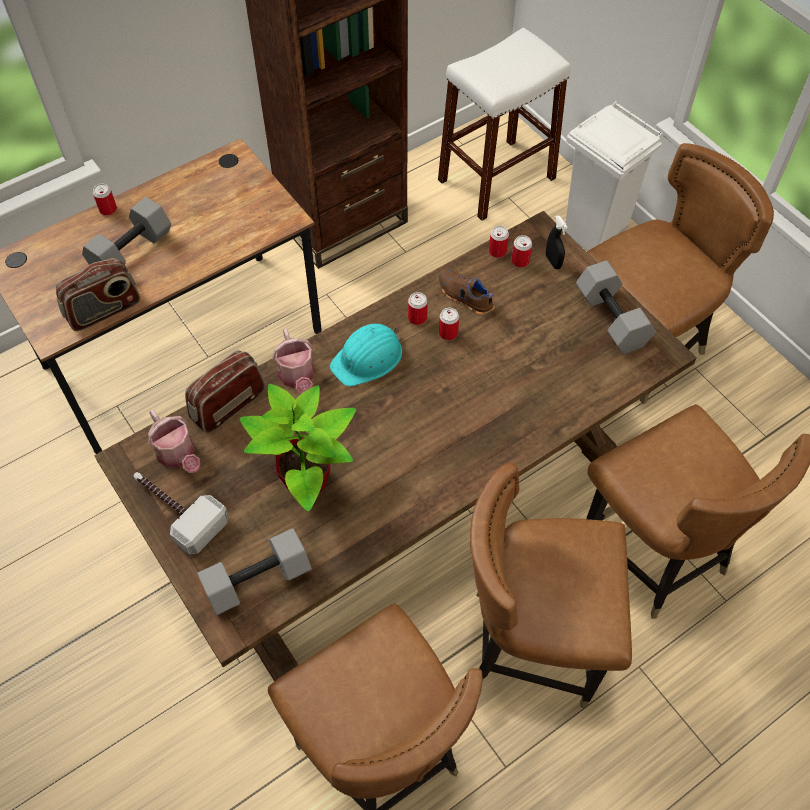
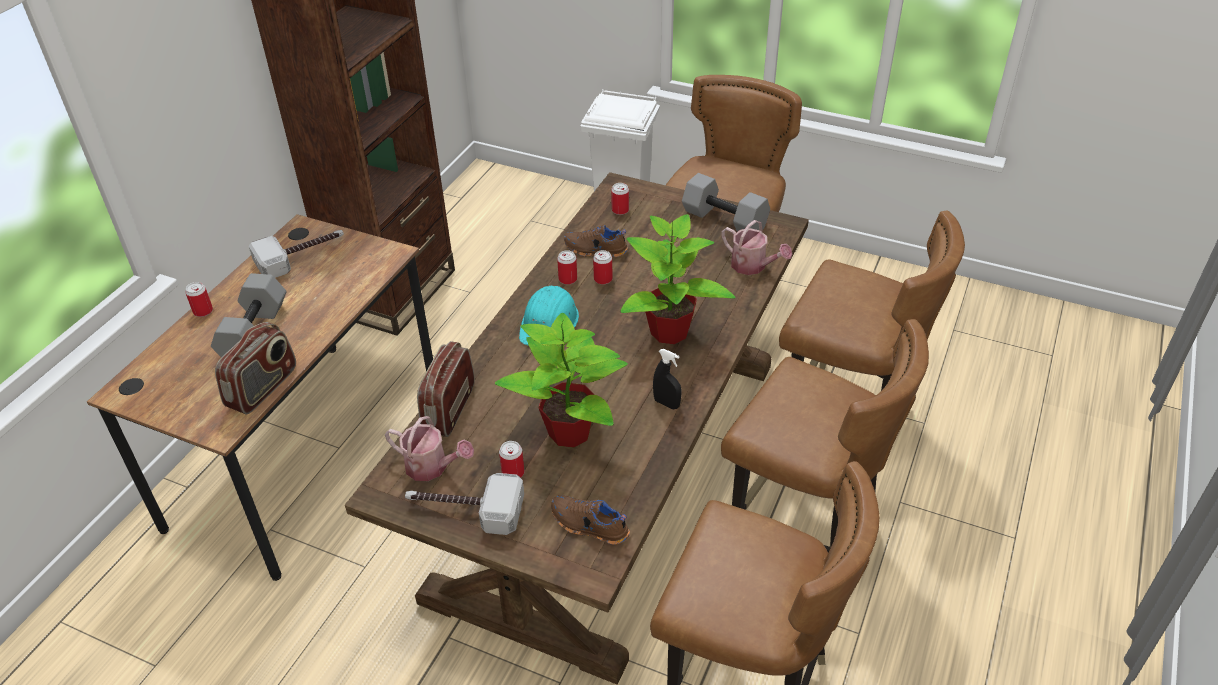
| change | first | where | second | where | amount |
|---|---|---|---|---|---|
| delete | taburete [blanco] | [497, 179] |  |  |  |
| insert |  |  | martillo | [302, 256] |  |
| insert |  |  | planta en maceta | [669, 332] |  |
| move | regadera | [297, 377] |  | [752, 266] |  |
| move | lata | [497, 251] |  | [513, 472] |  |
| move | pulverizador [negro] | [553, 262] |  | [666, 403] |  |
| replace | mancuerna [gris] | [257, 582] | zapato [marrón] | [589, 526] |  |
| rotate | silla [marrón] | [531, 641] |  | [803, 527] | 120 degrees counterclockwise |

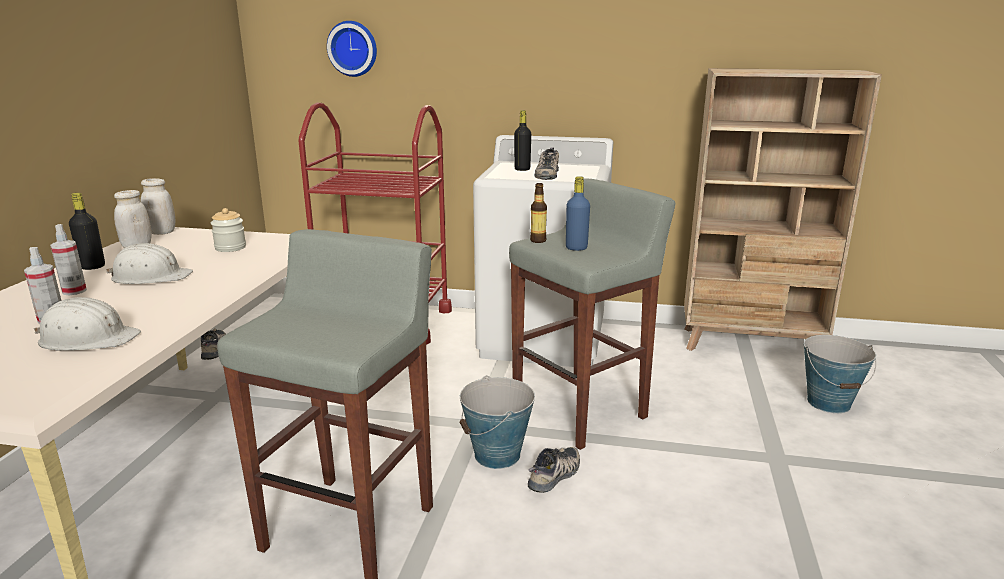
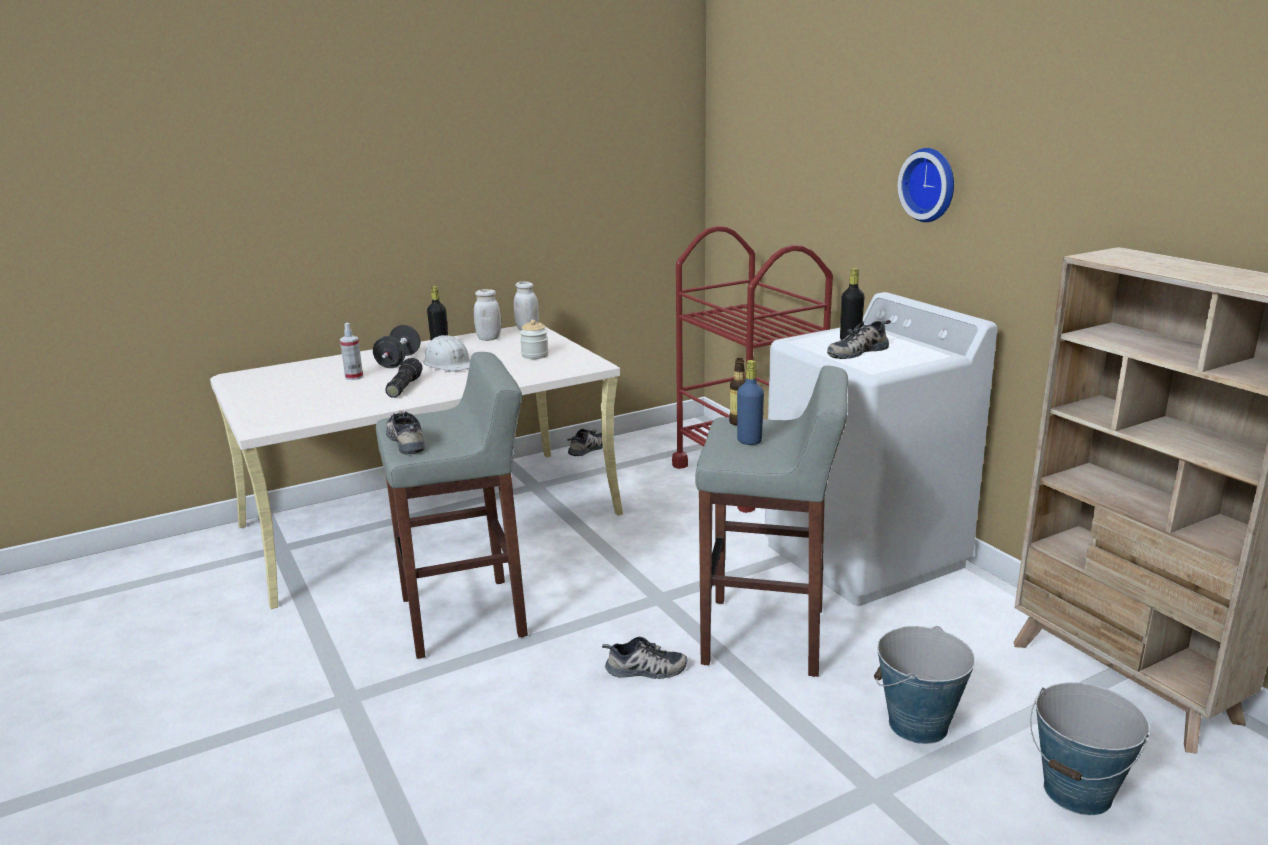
| change | first | where | second | where | amount |
|---|---|---|---|---|---|
| delete | casco [blanco] | [88, 339] |  |  |  |
| insert |  |  | linterna | [403, 387] |  |
| insert |  |  | zapato | [407, 440] |  |
| move | reloj de pared | [353, 48] |  | [931, 184] |  |
| move | cubo | [497, 455] |  | [917, 725] |  |
| replace | pulverizador | [74, 291] | mancuerna [negro] | [398, 361] |  |

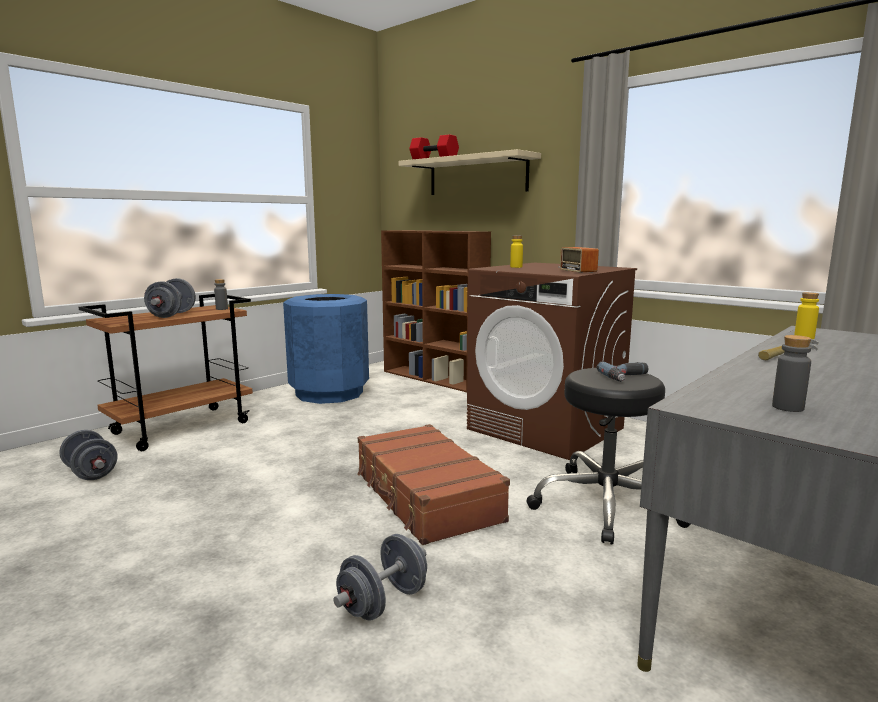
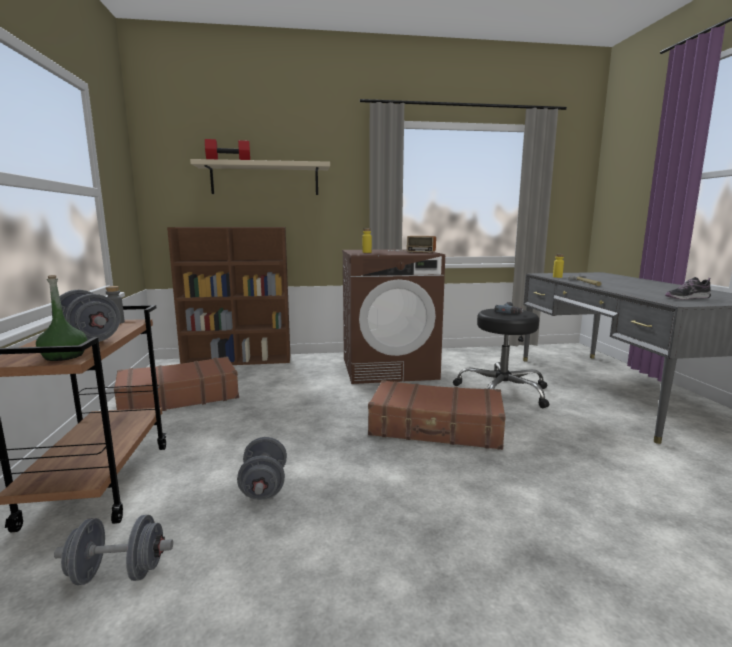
| change | first | where | second | where | amount |
|---|---|---|---|---|---|
| insert |  |  | botella [verde] | [64, 356] |  |
| move | mancuerna [gris] | [383, 602] |  | [264, 487] |  |
| replace | papelera [azul] | [329, 393] | maleta [marrón] | [179, 397] |  |
| replace | botella [gris] | [787, 407] | zapato | [686, 298] |  |

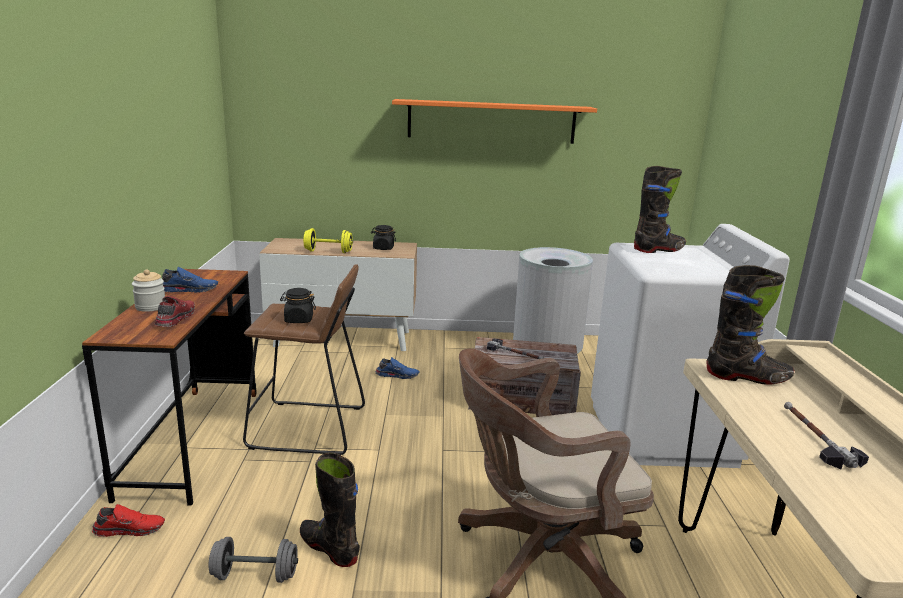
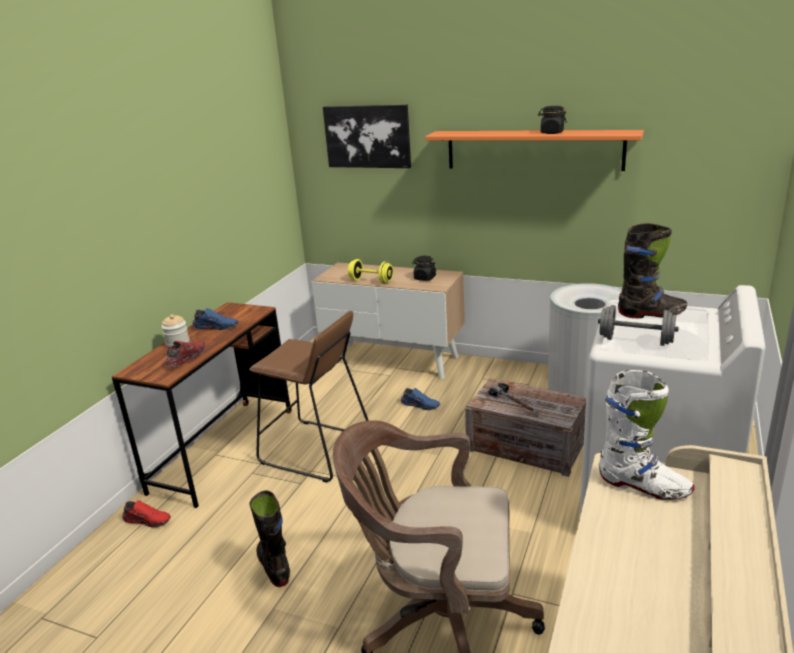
| change | first | where | second | where | amount |
|---|---|---|---|---|---|
| delete | martillo | [815, 438] |  |  |  |
| insert |  |  | cuadro | [367, 136] |  |
| move | mancuerna [gris] | [255, 575] |  | [636, 341] |  |
| move | tarro [negro] | [298, 320] |  | [551, 133] |  |
| recolor | bota [negro] | [747, 377] | bota [blanco] | [643, 487] |  |

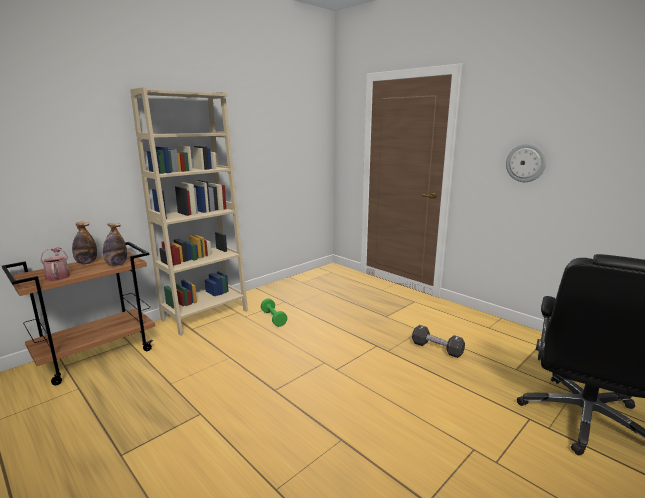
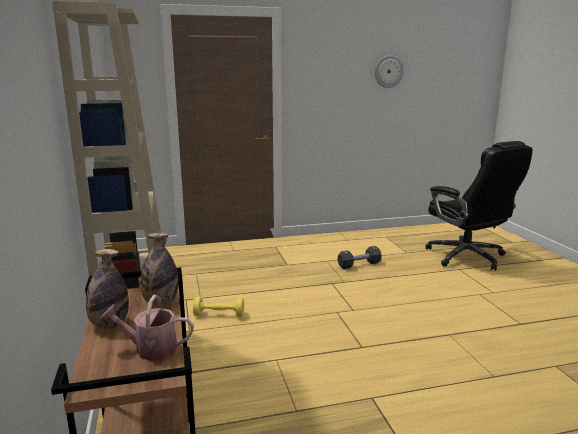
| change | first | where | second | where | amount |
|---|---|---|---|---|---|
| move | reloj de pared | [526, 163] |  | [388, 71] |  |
| recolor | mancuerna [verde] | [273, 318] | mancuerna [amarillo] | [219, 315] |  |

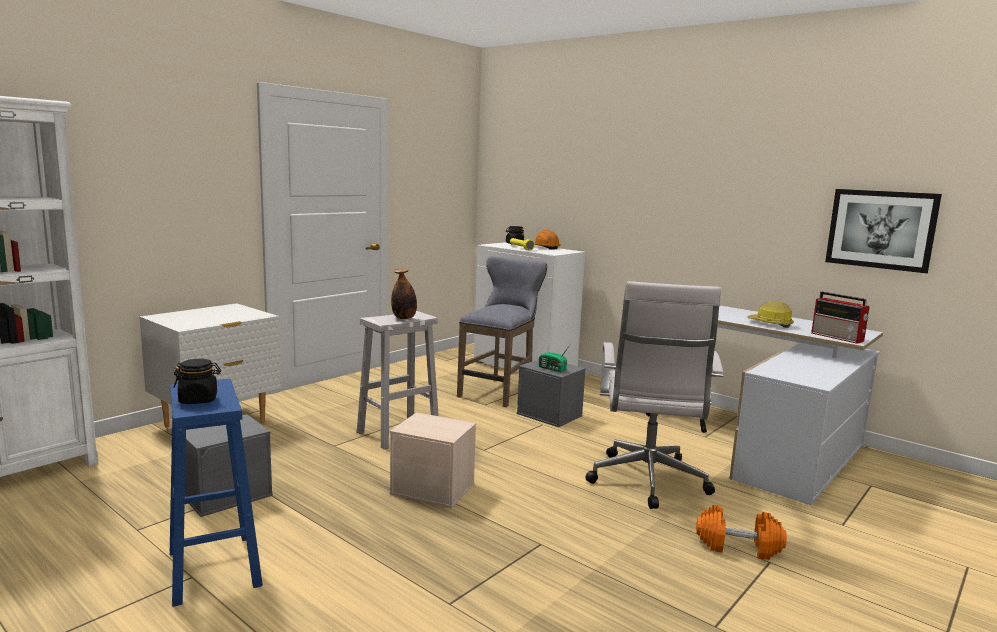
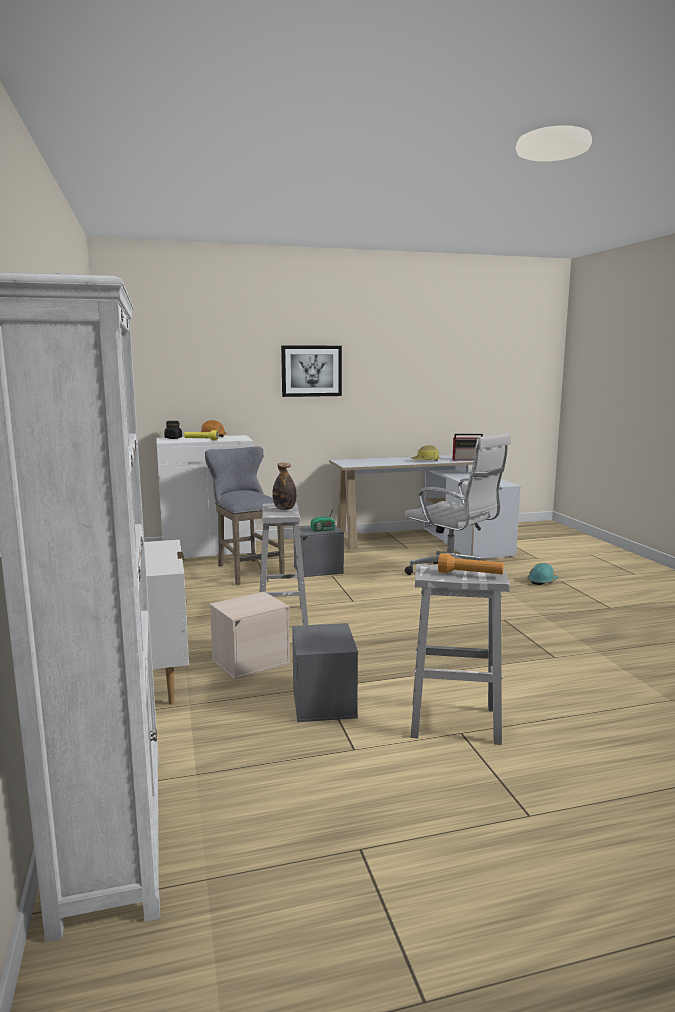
| change | first | where | second | where | amount |
|---|---|---|---|---|---|
| move | caja de almacenaje [beis] | [434, 488] |  | [251, 661] |  |
| move | cuadro | [881, 229] |  | [311, 371] |  |
| replace | tarro [negro] | [198, 400] | linterna [naranja] | [470, 574] |  |
| replace | mancuerna [naranja] | [738, 546] | casco [turquesa] | [542, 581] |  |
| recolor | taburete [azul] | [213, 567] | taburete [blanco] | [452, 722] |  |

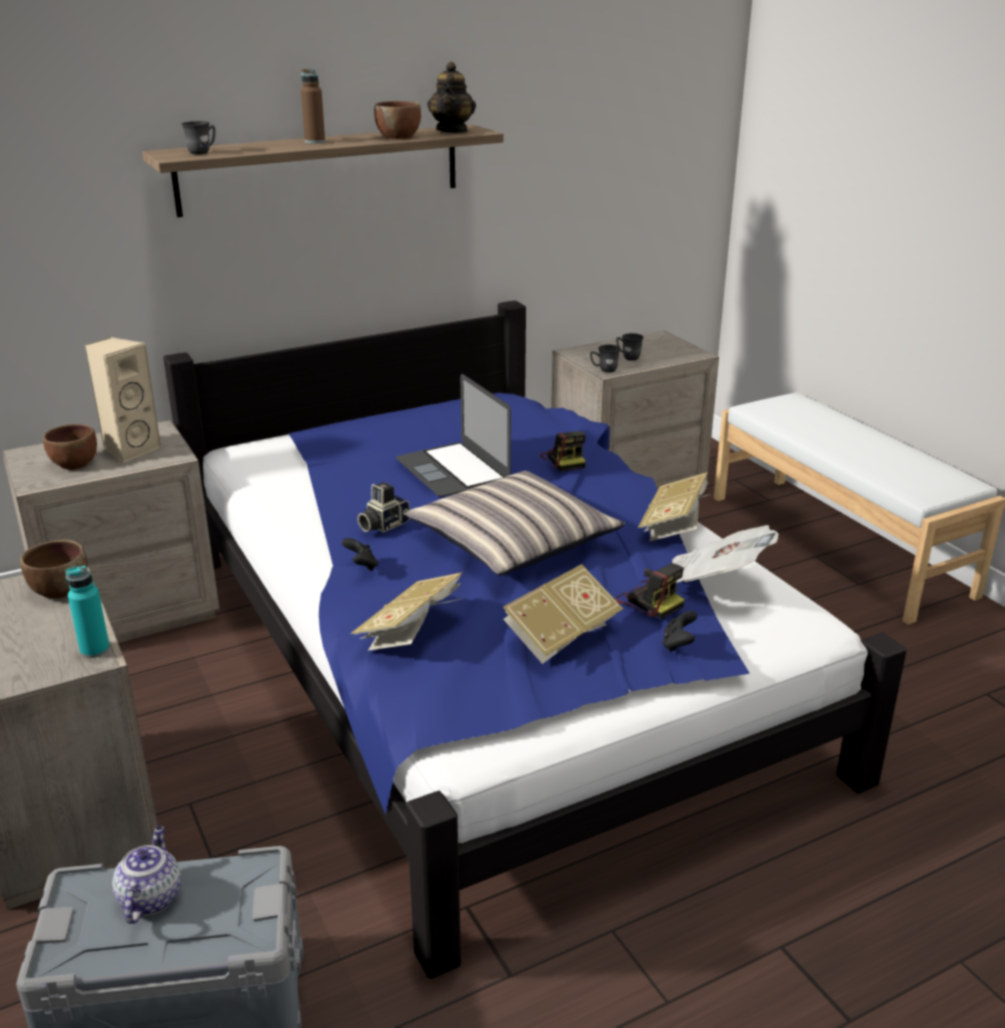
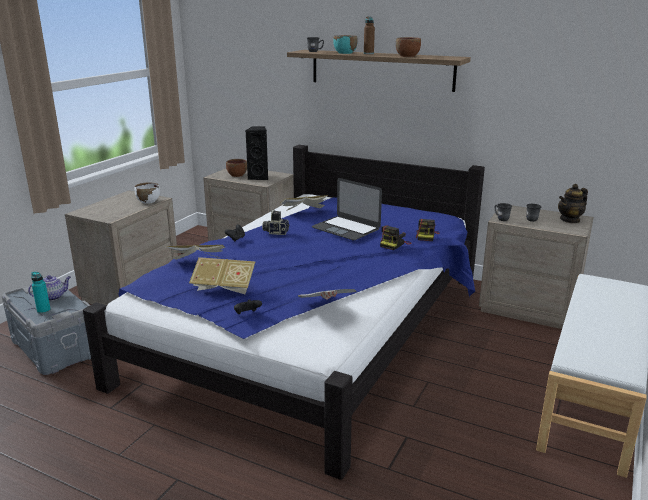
| change | first | where | second | where | amount |
|---|---|---|---|---|---|
| delete | cojín | [514, 541] |  |  |  |
| insert |  |  | cuenco [turquesa] | [345, 53] |  |
| move | botella [turquesa] | [95, 650] |  | [44, 311] |  |
| move | tetera | [452, 130] |  | [570, 220] |  |
| move | cámara | [649, 601] |  | [426, 236] |  |
| move | libro | [675, 526] |  | [304, 212] |  |
| recolor | cuenco [marrón] | [59, 590] | cuenco [blanco] | [148, 201] |  |
| recolor | altavoz [beis] | [130, 450] | altavoz [negro] | [259, 177] |  |
| rotate | portátil | [453, 469] |  | [346, 228] | 75 degrees counterclockwise |

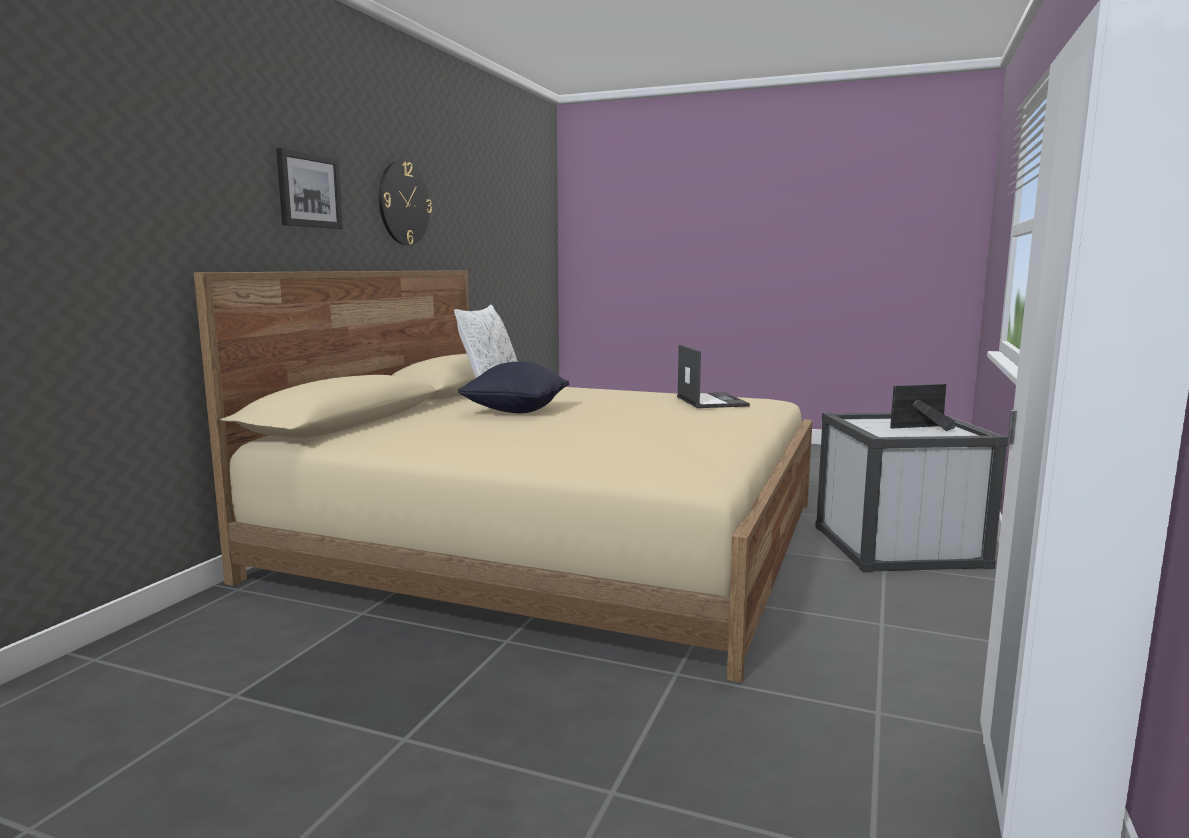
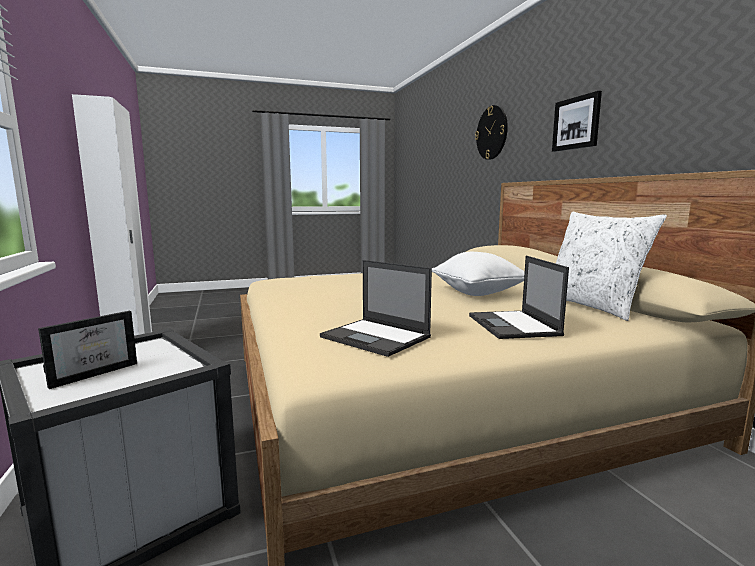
| change | first | where | second | where | amount |
|---|---|---|---|---|---|
| insert |  |  | portátil | [513, 325] |  |
| move | reloj de pared | [403, 203] |  | [492, 133] |  |
| recolor | cojín [negro] | [515, 411] | cojín [blanco] | [478, 293] |  |

